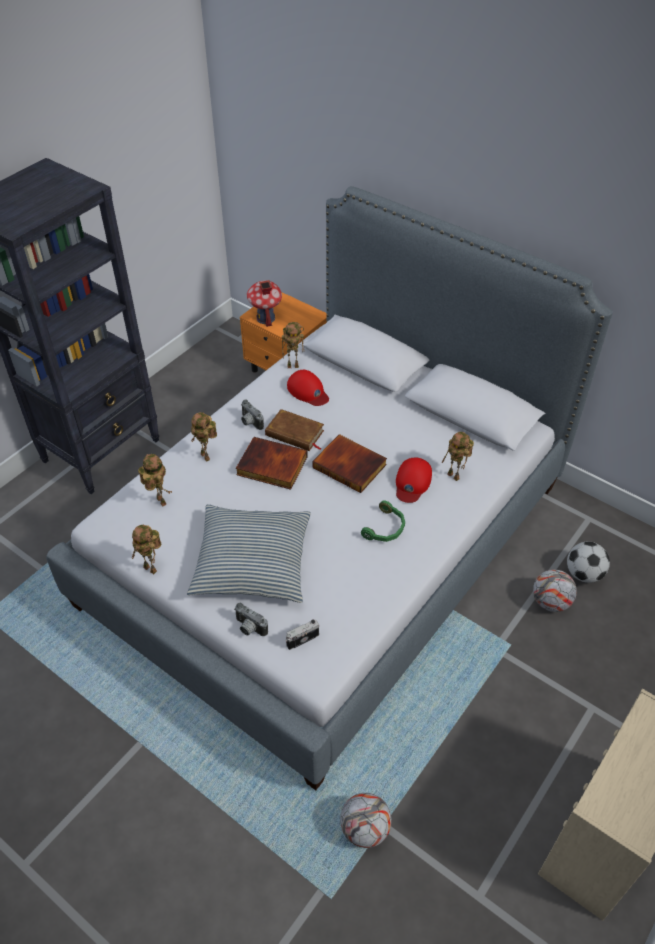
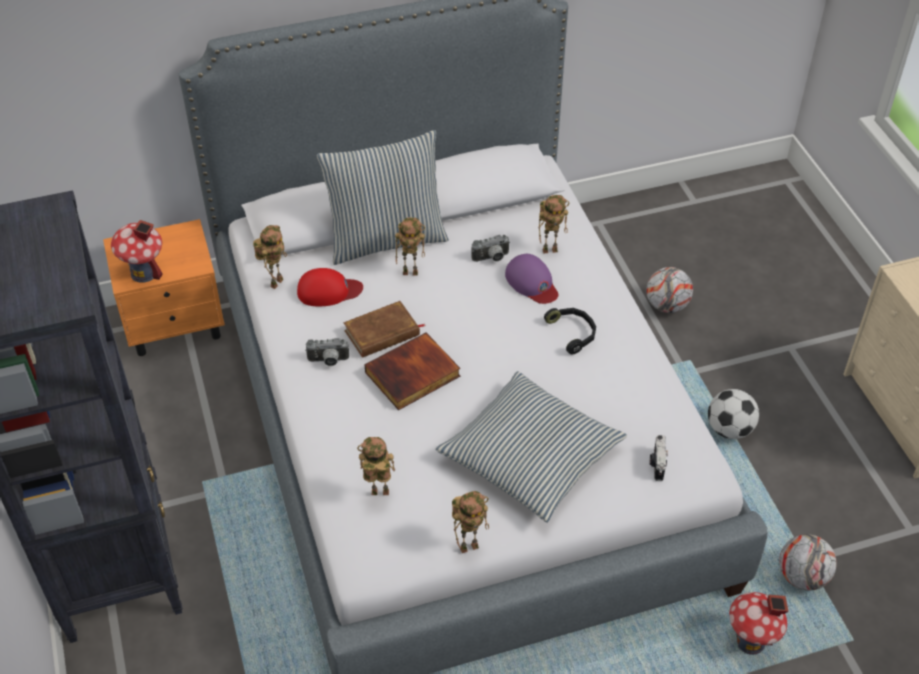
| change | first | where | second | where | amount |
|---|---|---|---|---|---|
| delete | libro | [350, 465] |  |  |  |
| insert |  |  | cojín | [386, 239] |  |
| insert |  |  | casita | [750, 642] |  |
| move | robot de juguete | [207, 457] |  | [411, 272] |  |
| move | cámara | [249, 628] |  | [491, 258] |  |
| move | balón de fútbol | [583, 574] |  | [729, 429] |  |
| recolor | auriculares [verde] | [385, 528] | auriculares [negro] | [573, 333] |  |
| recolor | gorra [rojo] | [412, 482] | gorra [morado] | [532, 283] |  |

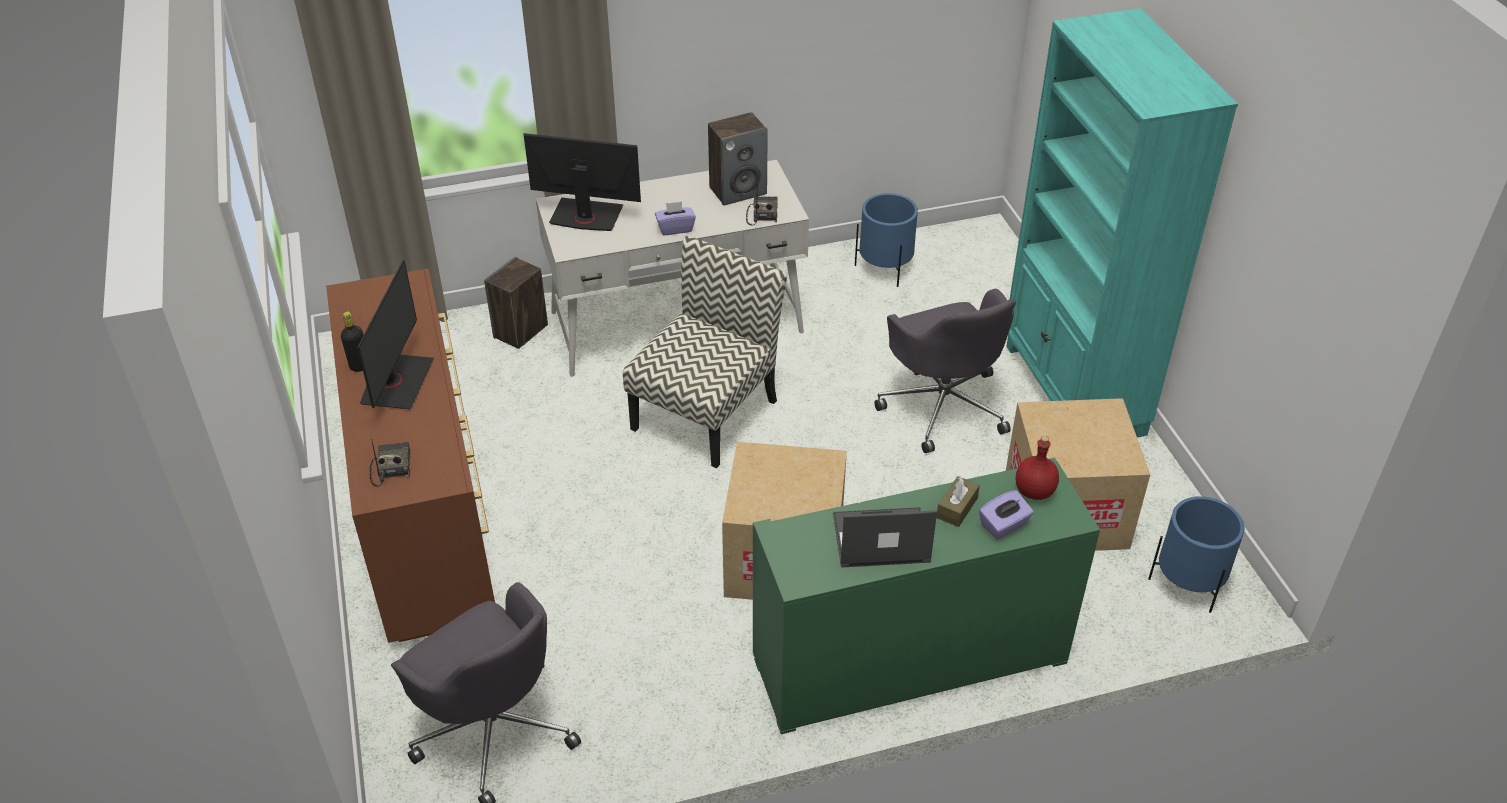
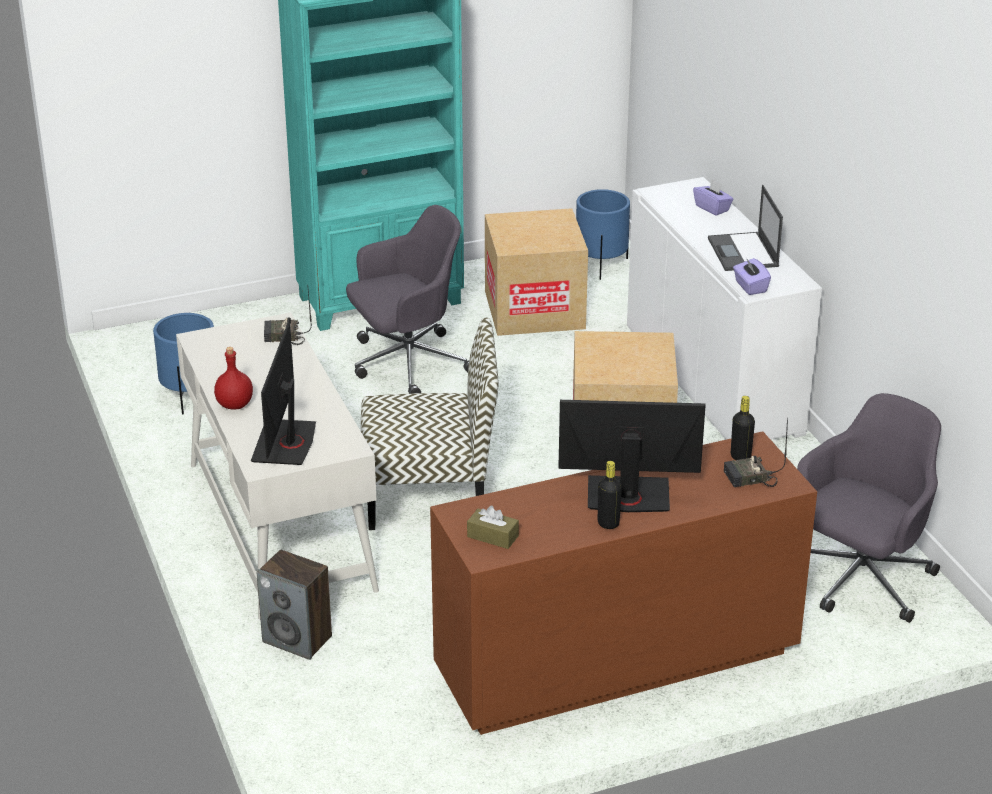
| change | first | where | second | where | amount |
|---|---|---|---|---|---|
| delete | altavoz | [738, 190] |  |  |  |
| insert |  |  | botella [negro] | [740, 456] |  |
| move | caja de pañuelos [morado] | [675, 228] |  | [750, 287] |  |
| move | caja de pañuelos [marrón] | [957, 508] |  | [492, 536] |  |
| move | botella [rojo] | [1034, 491] |  | [234, 404] |  |
| recolor | armario [verde] | [909, 659] | armario [blanco] | [712, 379] |  |
| rotate | silla | [705, 413] |  | [431, 495] | 150 degrees clockwise |

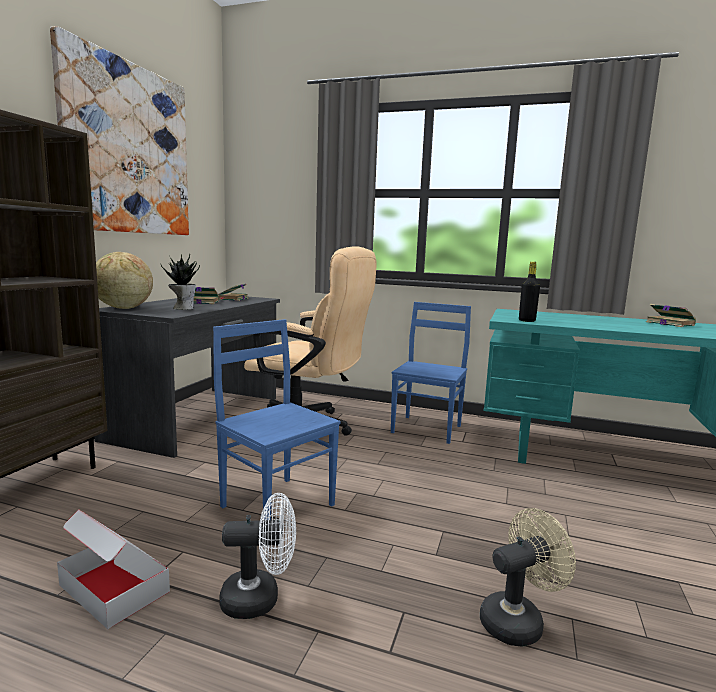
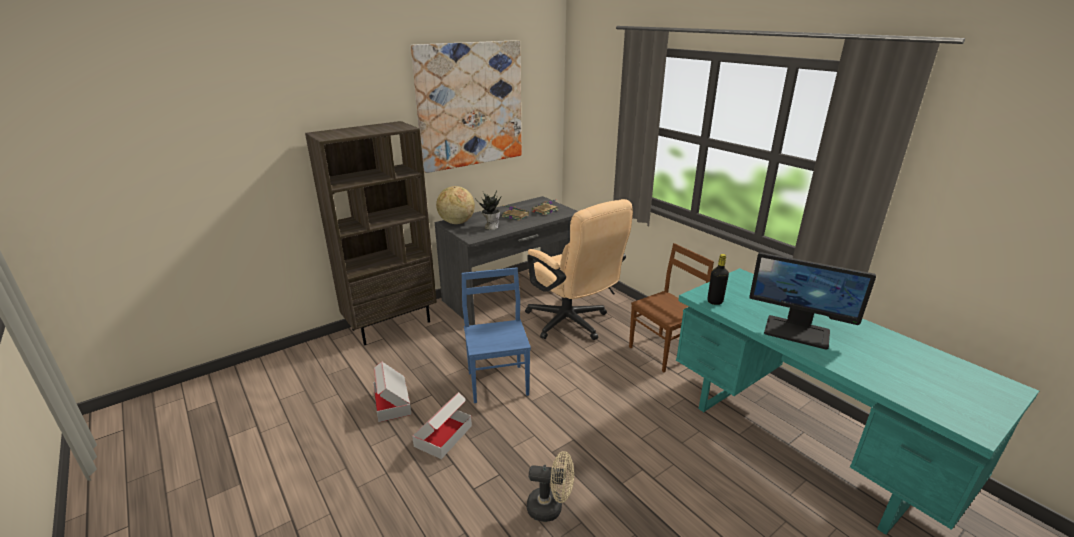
| change | first | where | second | where | amount |
|---|---|---|---|---|---|
| delete | libro | [669, 323] |  |  |  |
| insert |  |  | monitor | [797, 331] |  |
| replace | ventilador [blanco] | [260, 599] | caja de cartón | [443, 436] |  |
| recolor | silla [azul] | [428, 429] | silla [marrón] | [663, 352] |  |

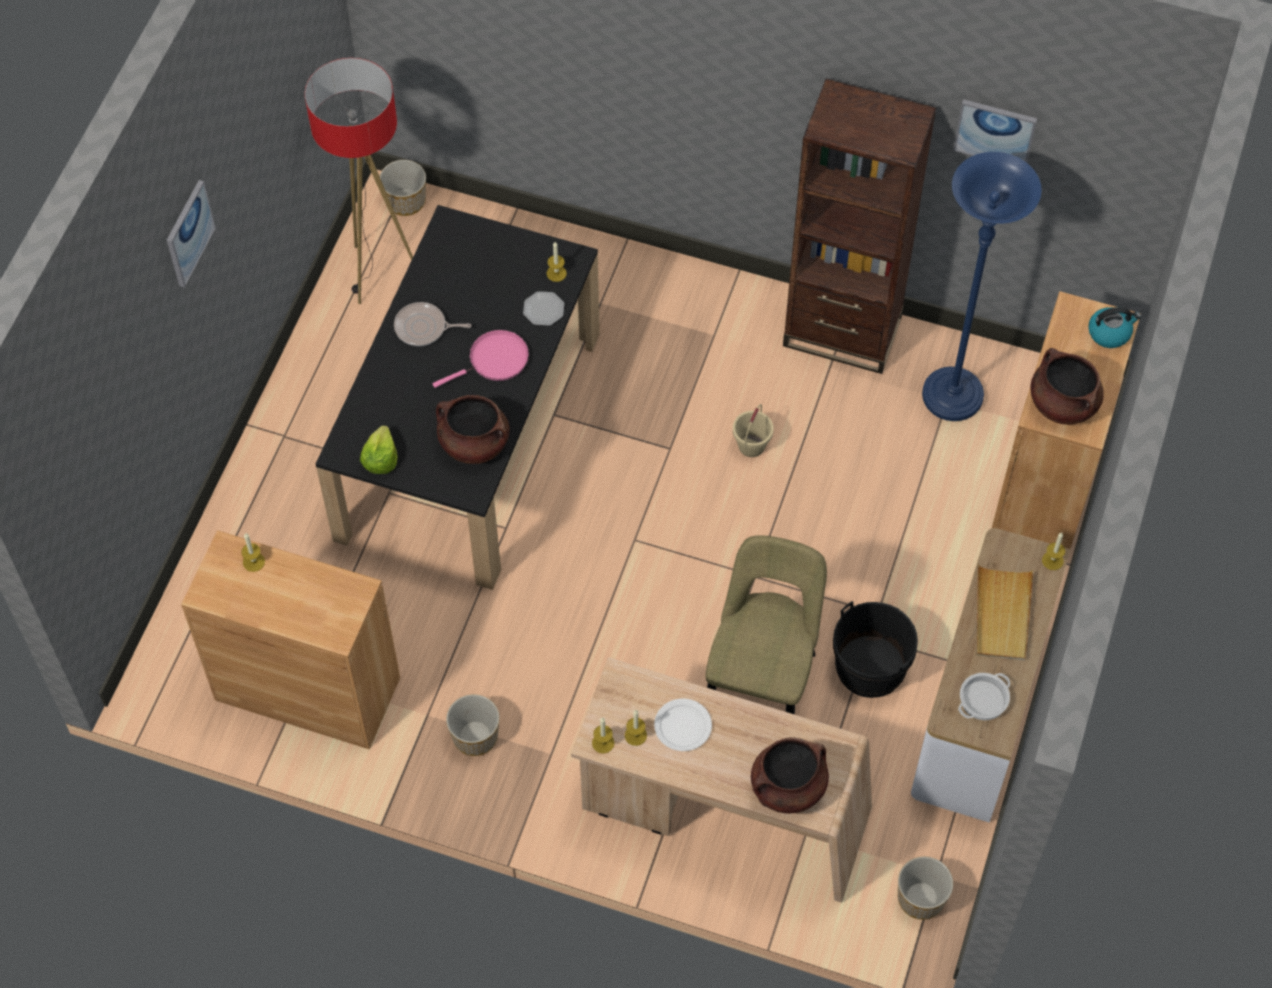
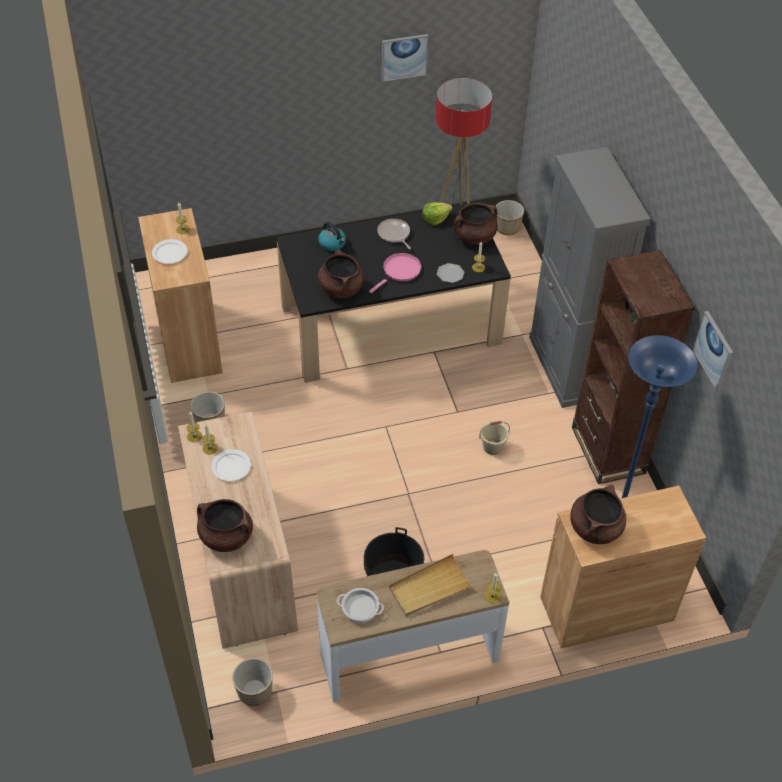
| change | first | where | second | where | amount |
|---|---|---|---|---|---|
| delete | silla [beis] | [762, 684] |  |  |  |
| insert |  |  | plato [blanco] | [170, 253] |  |
| insert |  |  | olla [marrón] | [474, 237] |  |
| insert |  |  | armario [gris] | [567, 367] |  |
| move | cuadro | [189, 233] |  | [404, 57] |  |
| move | lechuga | [380, 459] |  | [435, 219] |  |
| move | hervidor | [1110, 333] |  | [332, 244] |  |
| rotate | sartén [rosa] | [495, 360] |  | [400, 271] | 75 degrees counterclockwise |

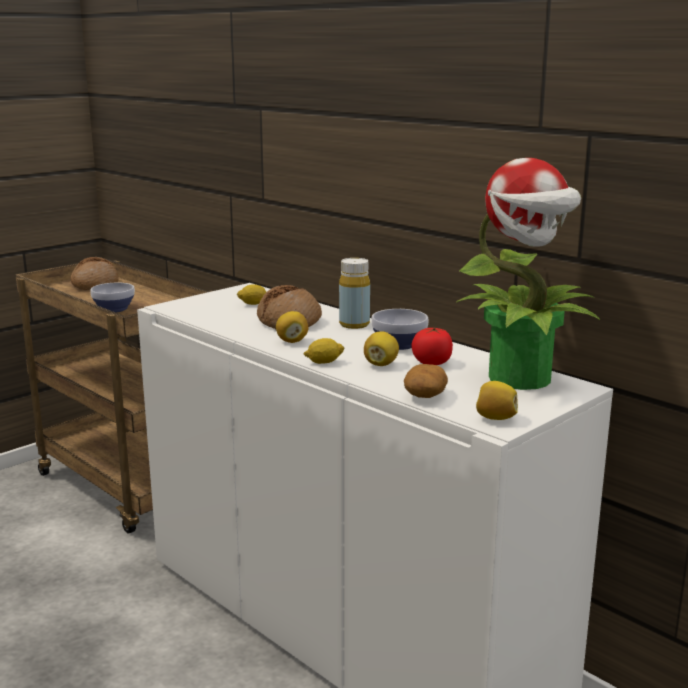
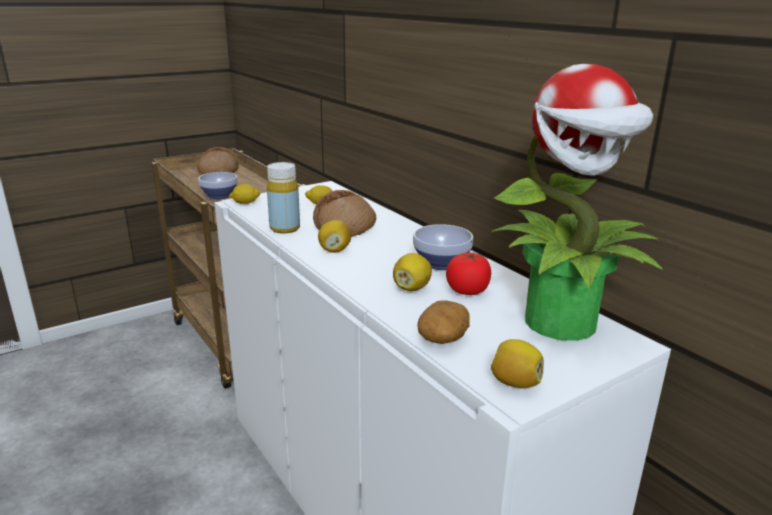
| change | first | where | second | where | amount |
|---|---|---|---|---|---|
| move | limón | [324, 362] |  | [245, 203] |  |
| move | botella [amarillo] | [354, 324] |  | [285, 228] |  |

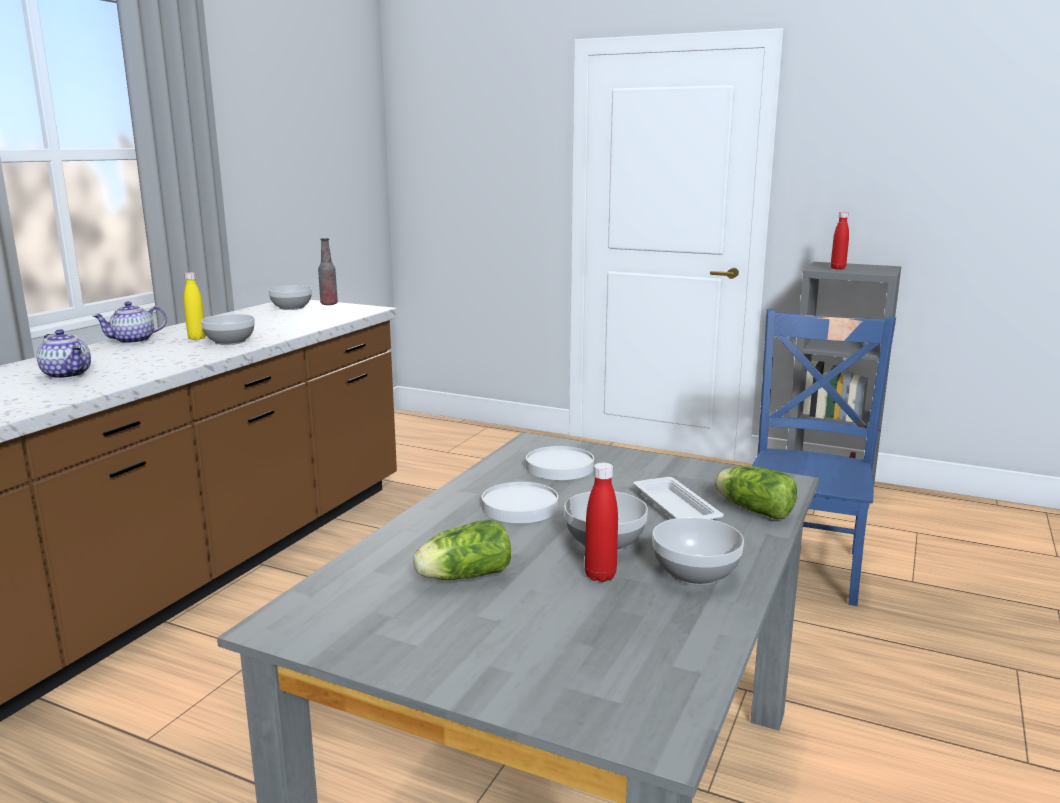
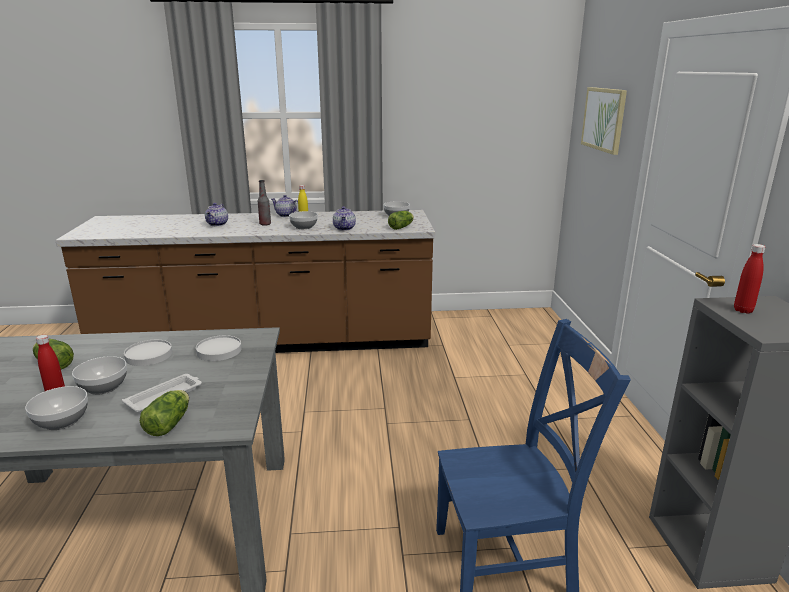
| change | first | where | second | where | amount |
|---|---|---|---|---|---|
| insert |  |  | tetera | [344, 228] |  |
| insert |  |  | lechuga | [402, 227] |  |
| insert |  |  | cuadro | [604, 119] |  |
| move | botella | [329, 304] |  | [265, 224] |  |

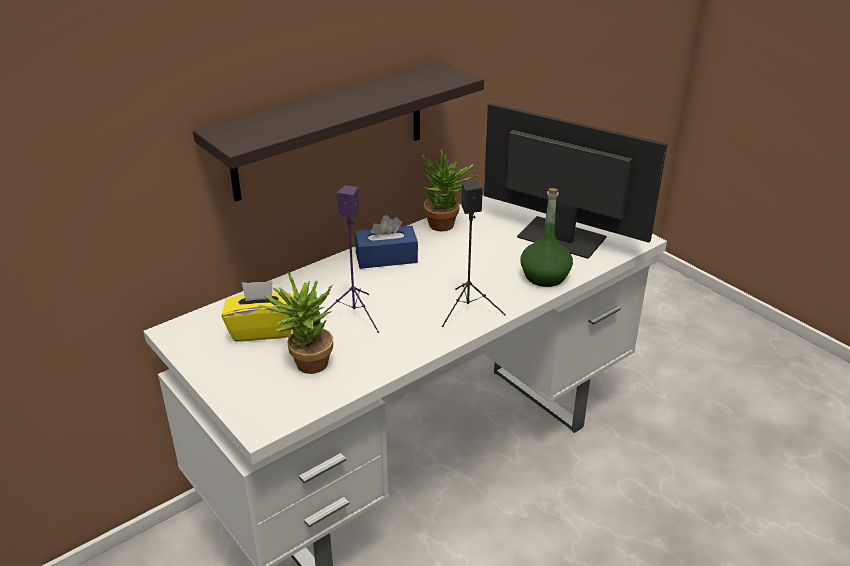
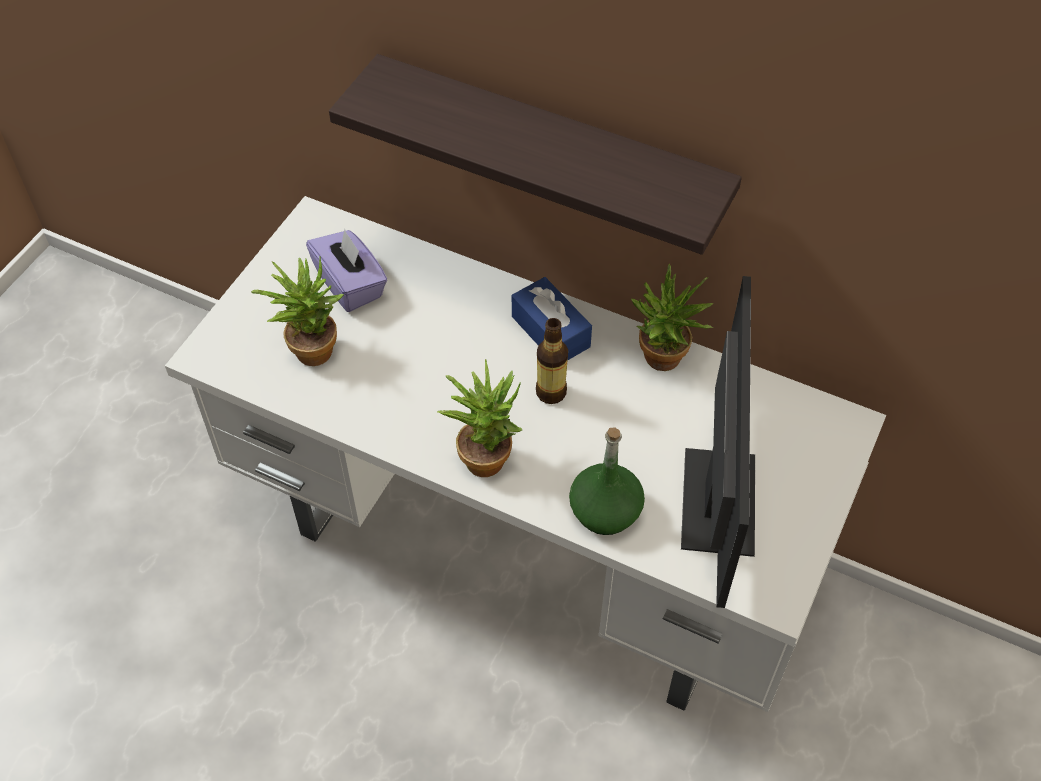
| change | first | where | second | where | amount |
|---|---|---|---|---|---|
| delete | altavoz [morado] | [355, 315] |  |  |  |
| insert |  |  | botella | [551, 392] |  |
| replace | altavoz [negro] | [468, 309] | planta en maceta | [485, 454] |  |
| recolor | caja de pañuelos [amarillo] | [262, 329] | caja de pañuelos [morado] | [351, 285] |  |

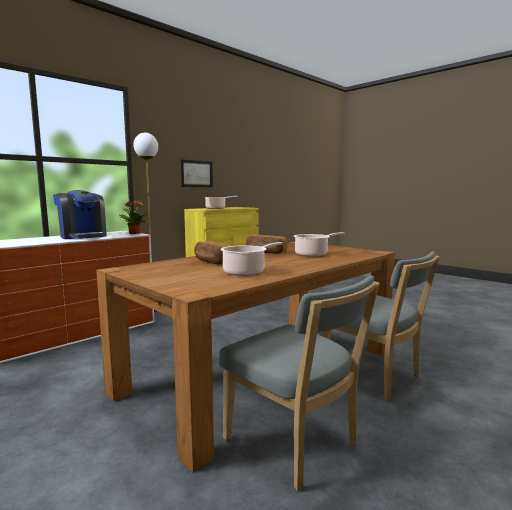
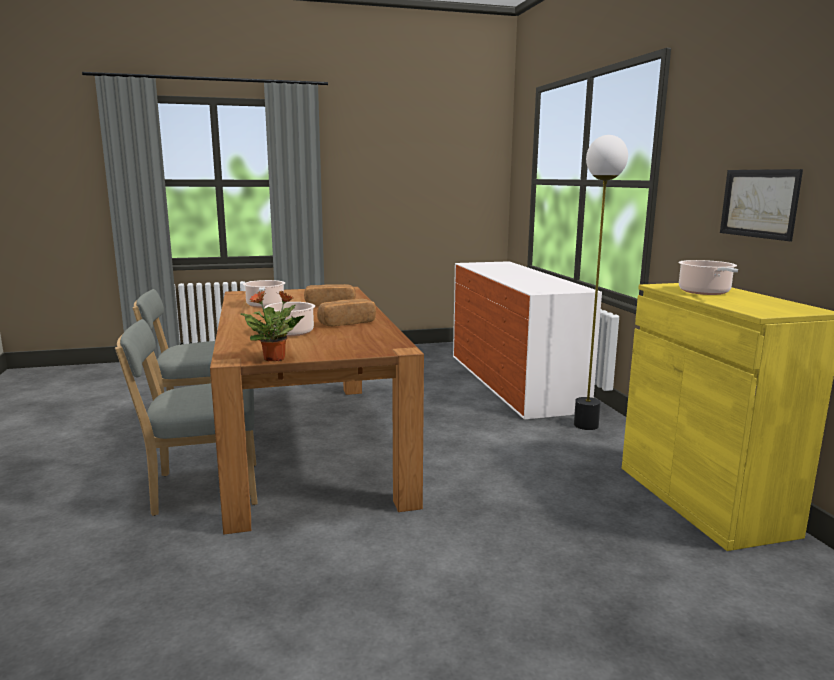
| change | first | where | second | where | amount |
|---|---|---|---|---|---|
| delete | cafetera | [83, 236] |  |  |  |
| move | planta en maceta | [134, 233] |  | [275, 359] |  |

